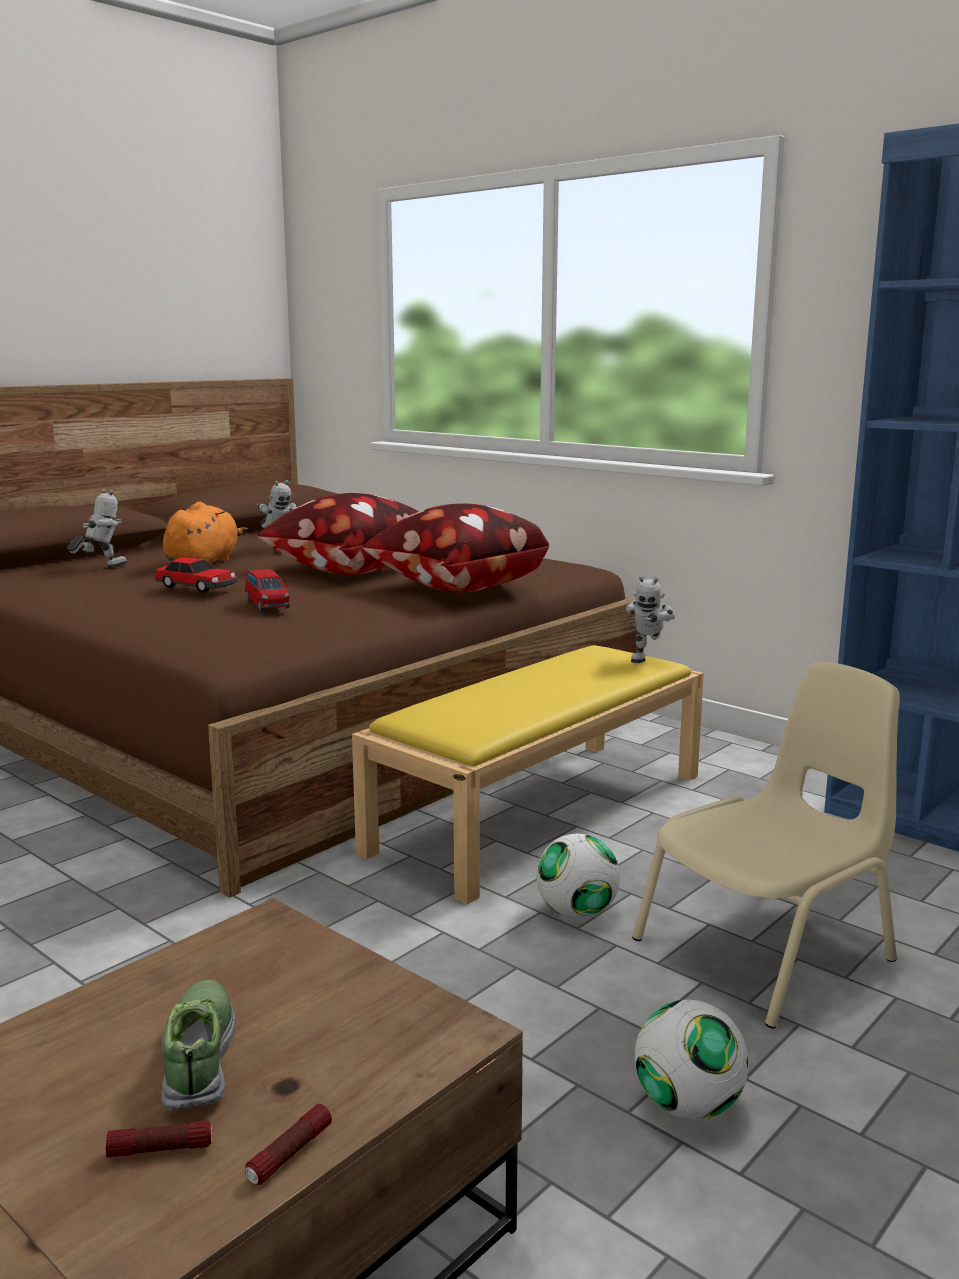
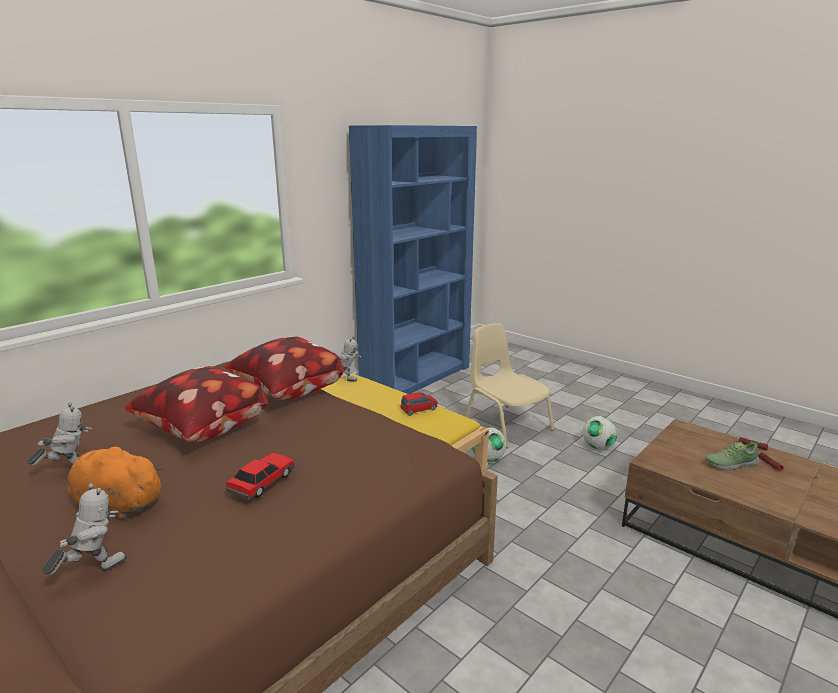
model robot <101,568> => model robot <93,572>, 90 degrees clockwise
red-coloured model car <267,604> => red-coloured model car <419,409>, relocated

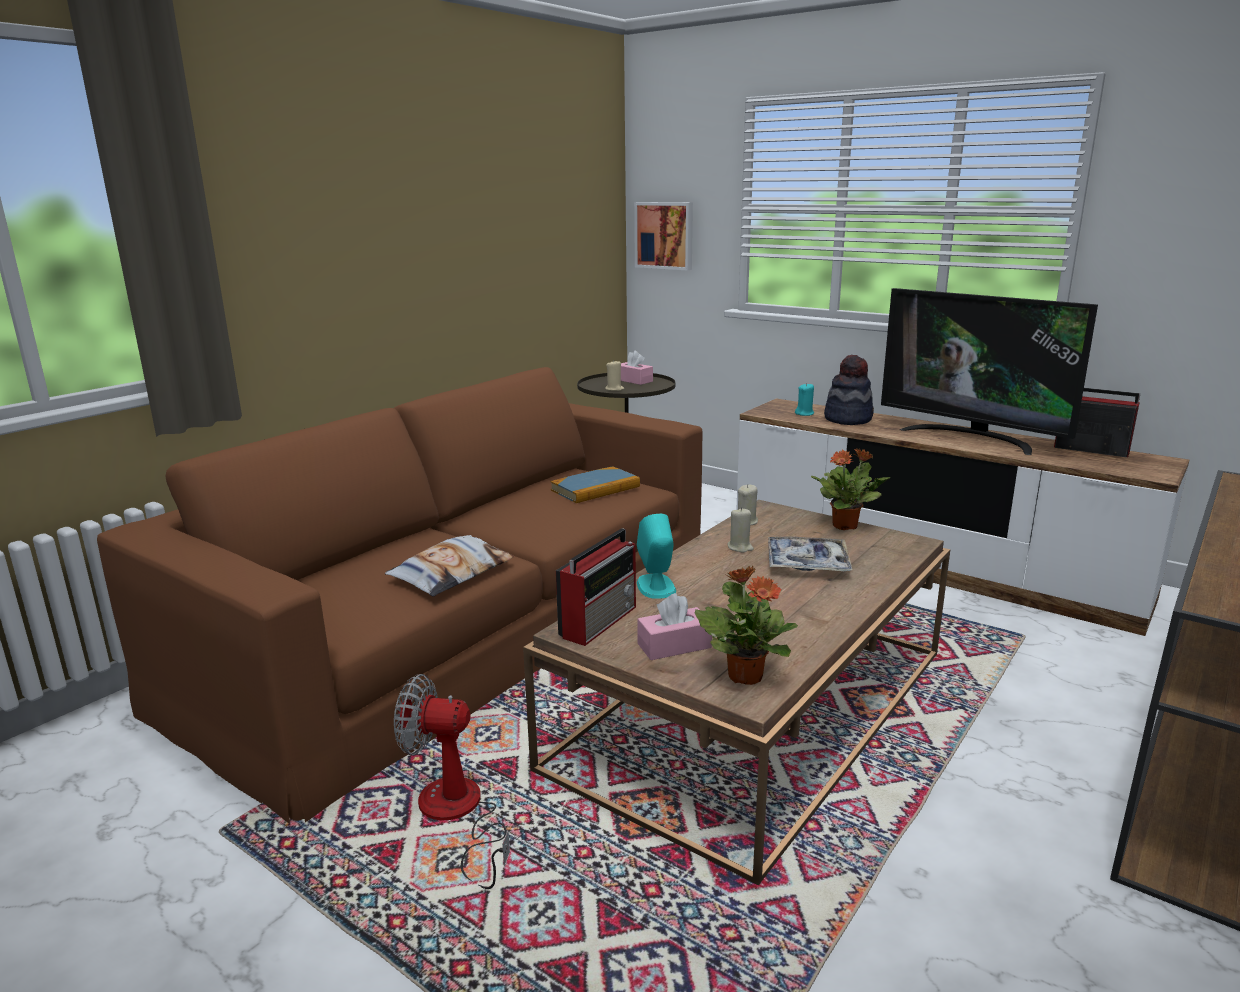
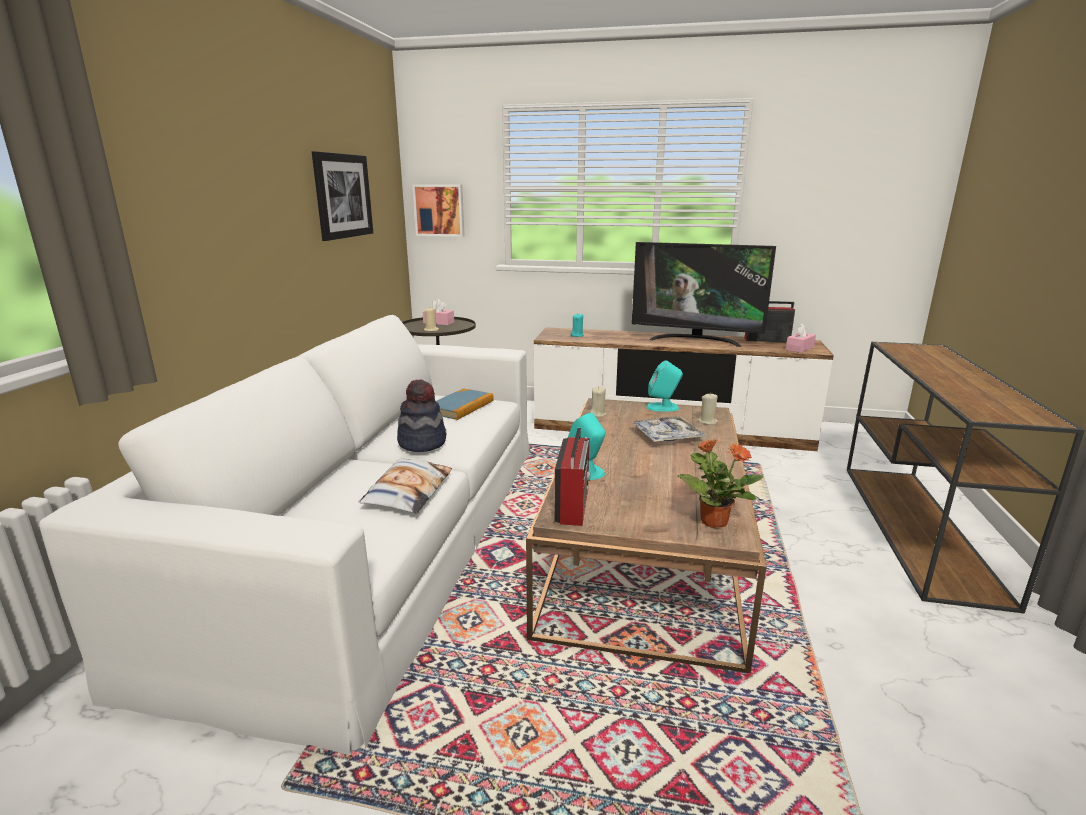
brown-coloured settee <462,626> => white-coloured settee <378,538>
electric fan <457,815> => nothing
pinkish box of tissues <674,646> => pinkish box of tissues <799,348>, relocated
beige candle <740,547> => beige candle <707,422>, relocated
plant in a pot <845,526> => blue-green loudspeaker <663,407>
wearable hat <848,419> => wearable hat <422,442>, relocated
nothing => wall picture <342,196>

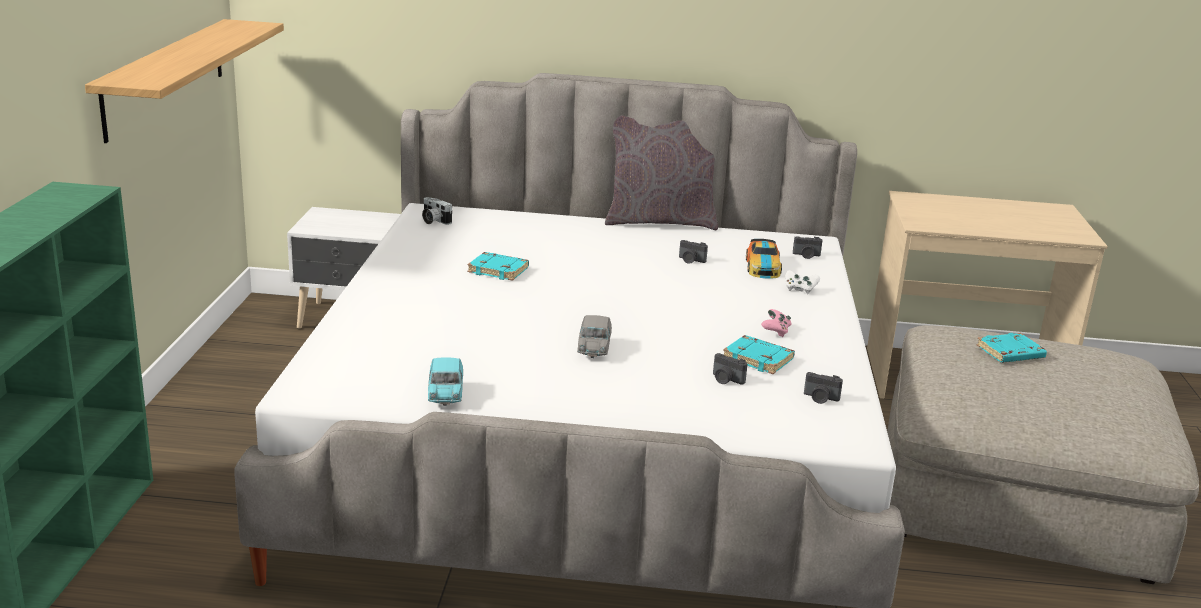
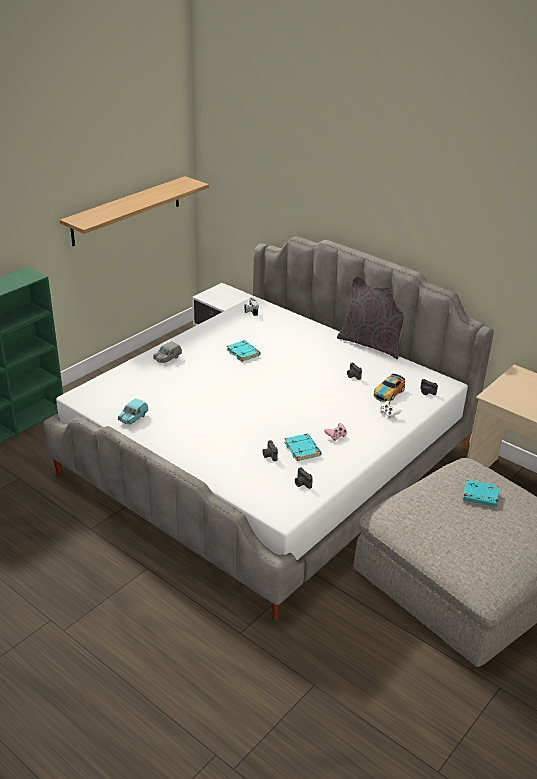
grey model car <593,349> => grey model car <167,358>, relocated

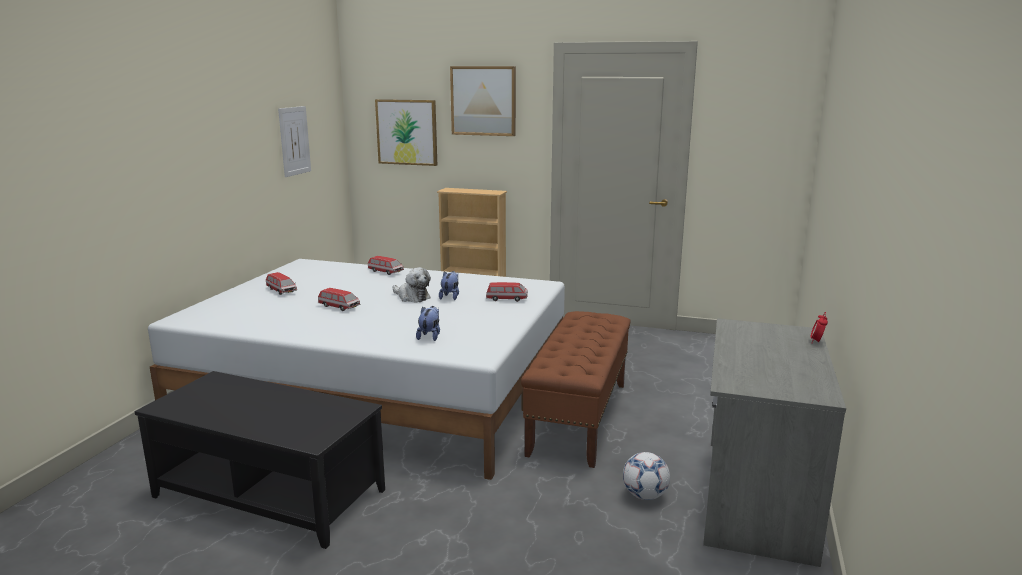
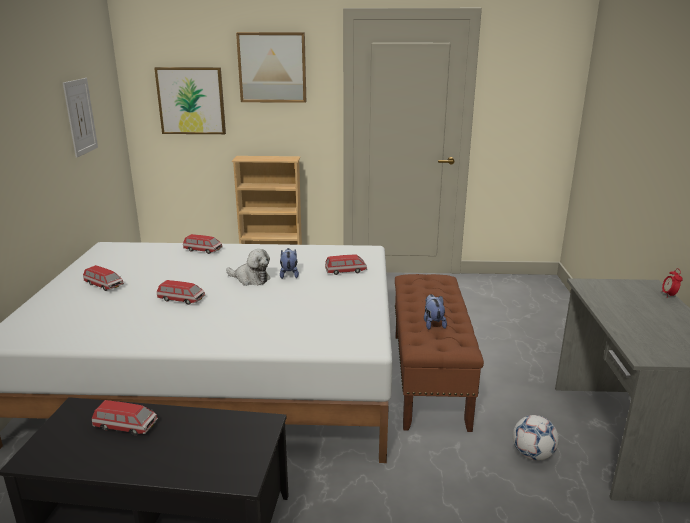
plush toy <430,336> => plush toy <433,323>, relocated
nothing => model car <126,426>

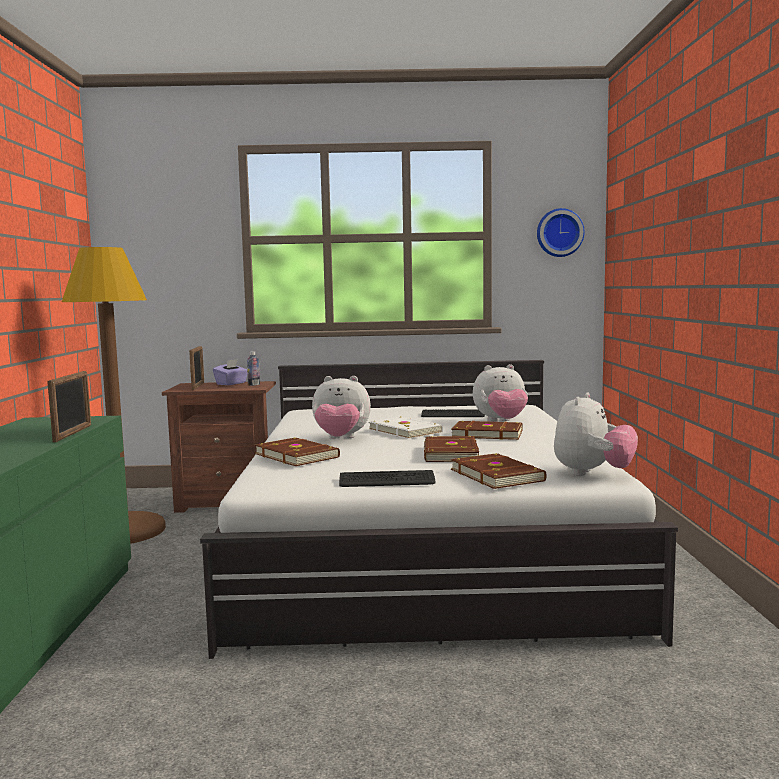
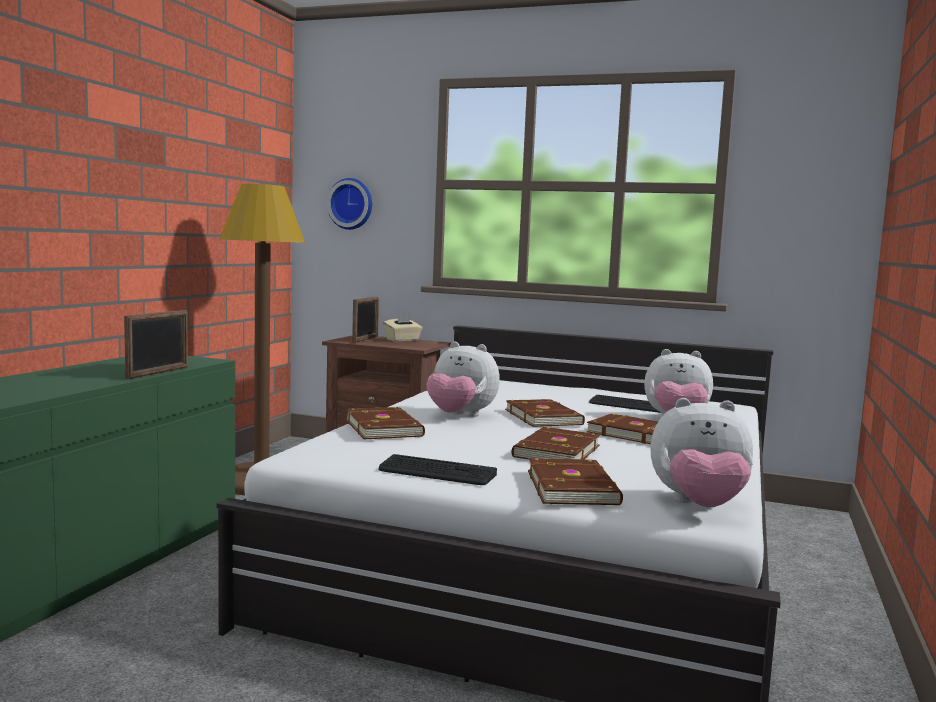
purplish box of tissues <231,383> => beige box of tissues <402,340>
bottle <254,385> => nothing
white-coloured book <405,431> => brown-coloured book <544,417>
hanging clock <559,233> => hanging clock <351,204>, relocated
plush toy <592,474> => plush toy <699,506>, 45 degrees clockwise

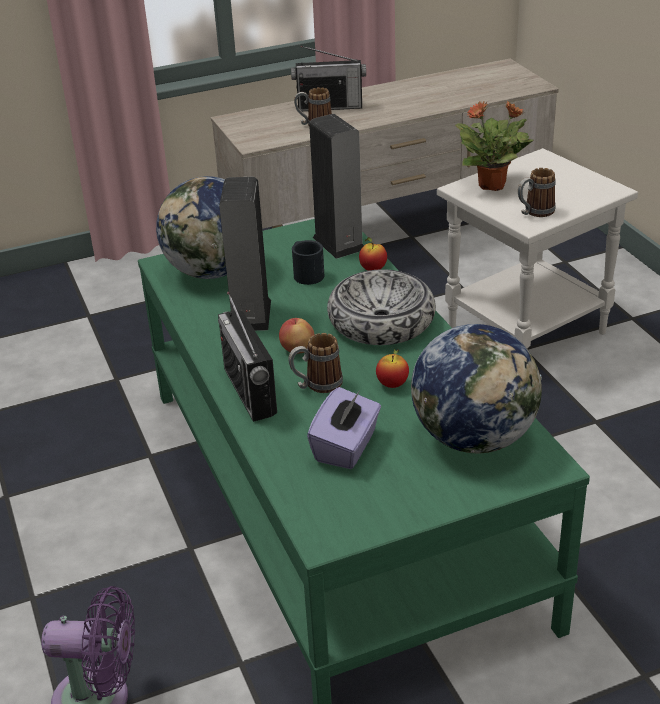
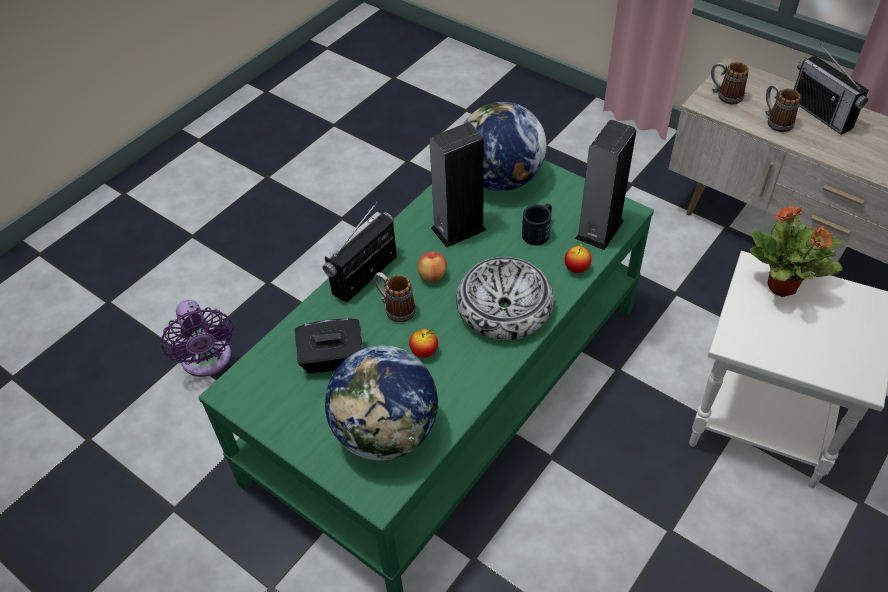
purplish box of tissues <346,447> => black-coloured box of tissues <332,359>
coffee mug <534,212> => coffee mug <724,95>, relocated

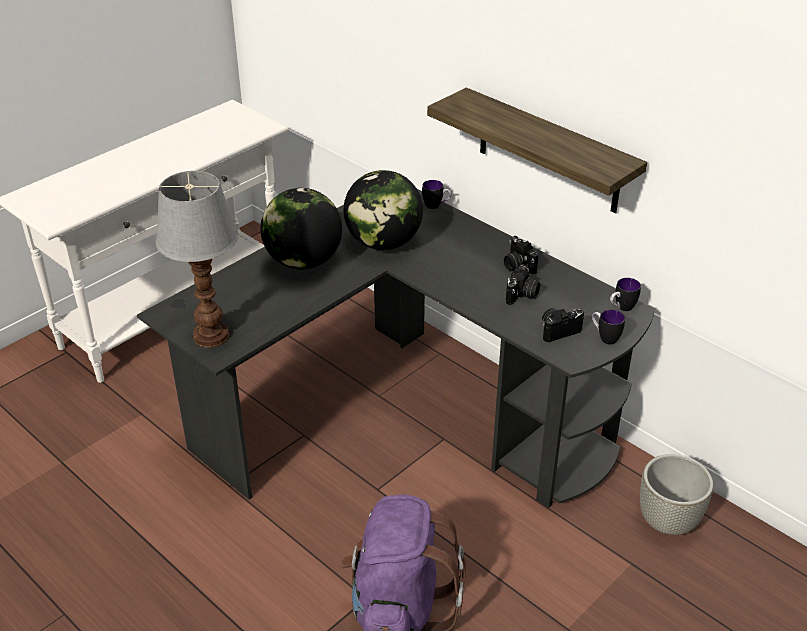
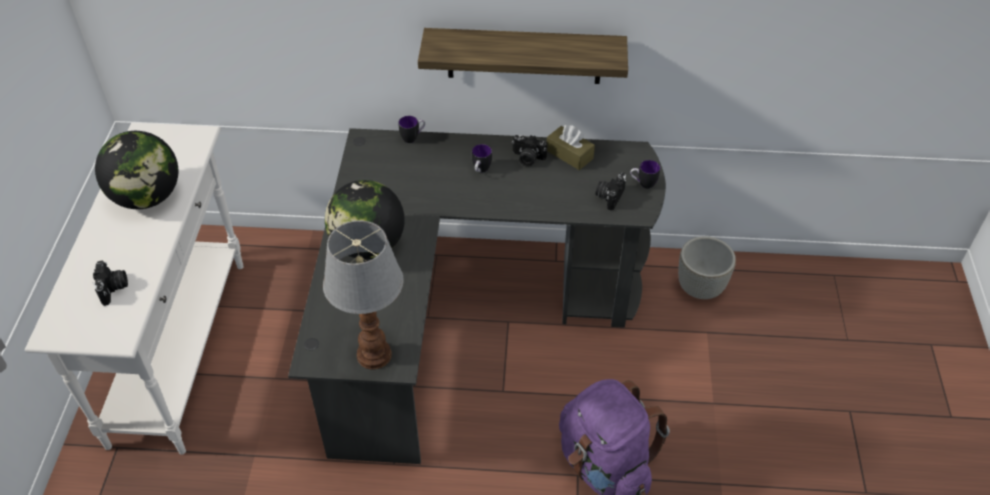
world globe <383,243> => world globe <147,197>, relocated
still camera <522,295> => still camera <113,288>, relocated
coffee mug <621,308> => coffee mug <480,171>, relocated
nothing => brown-coloured box of tissues <569,154>

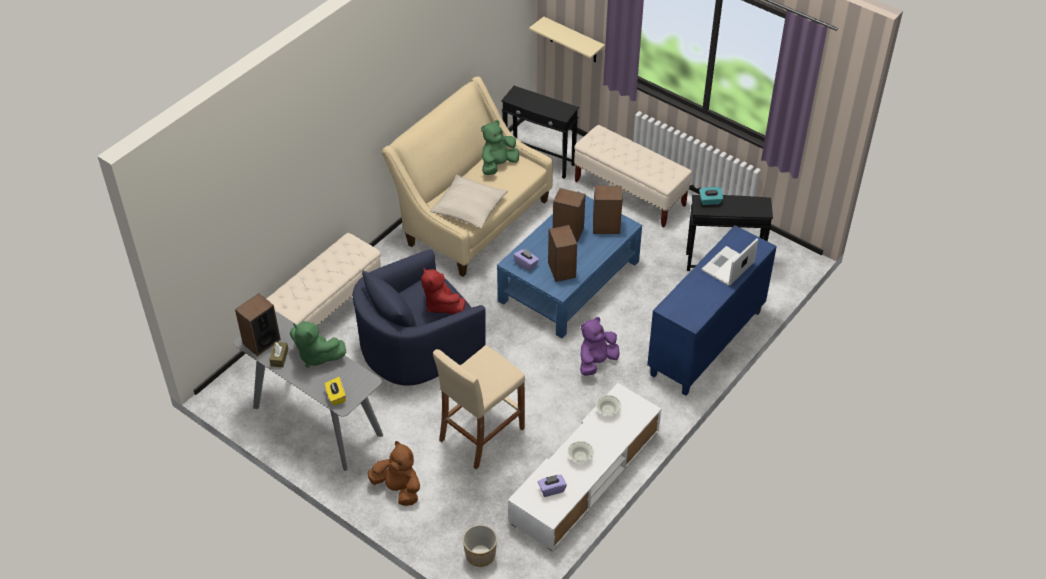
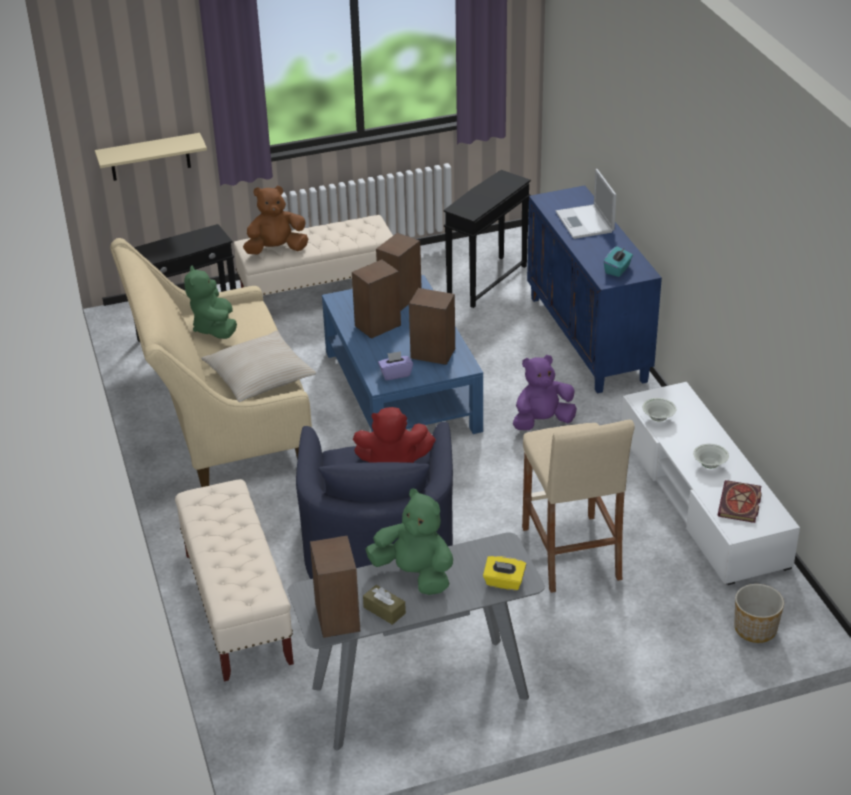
greenish plush toy <316,356> => greenish plush toy <415,574>, 120 degrees counterclockwise
brown-coloured plush toy <398,489> => brown-coloured plush toy <276,250>, relocated
purplish box of tissues <551,489> => book <740,504>
purplish plush toy <596,362> => purplish plush toy <542,421>, 75 degrees clockwise
blue-green box of tissues <710,201> => blue-green box of tissues <617,269>, relocated

